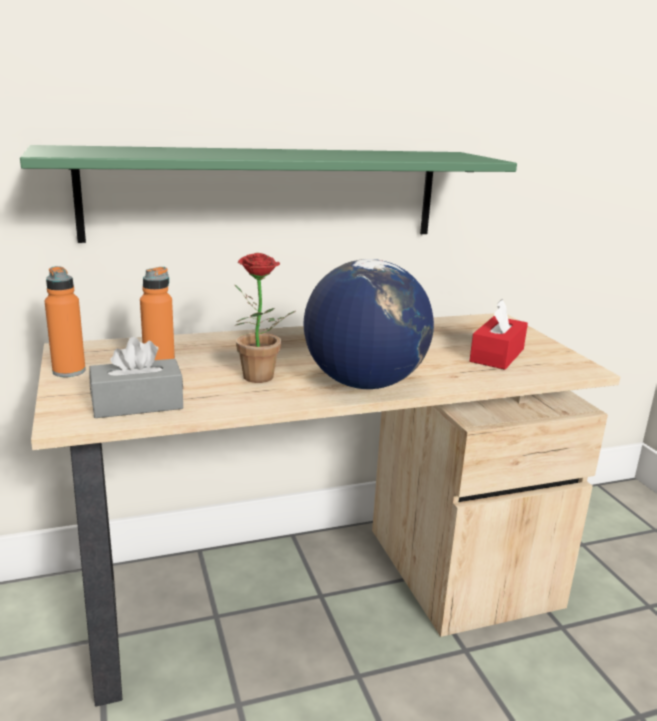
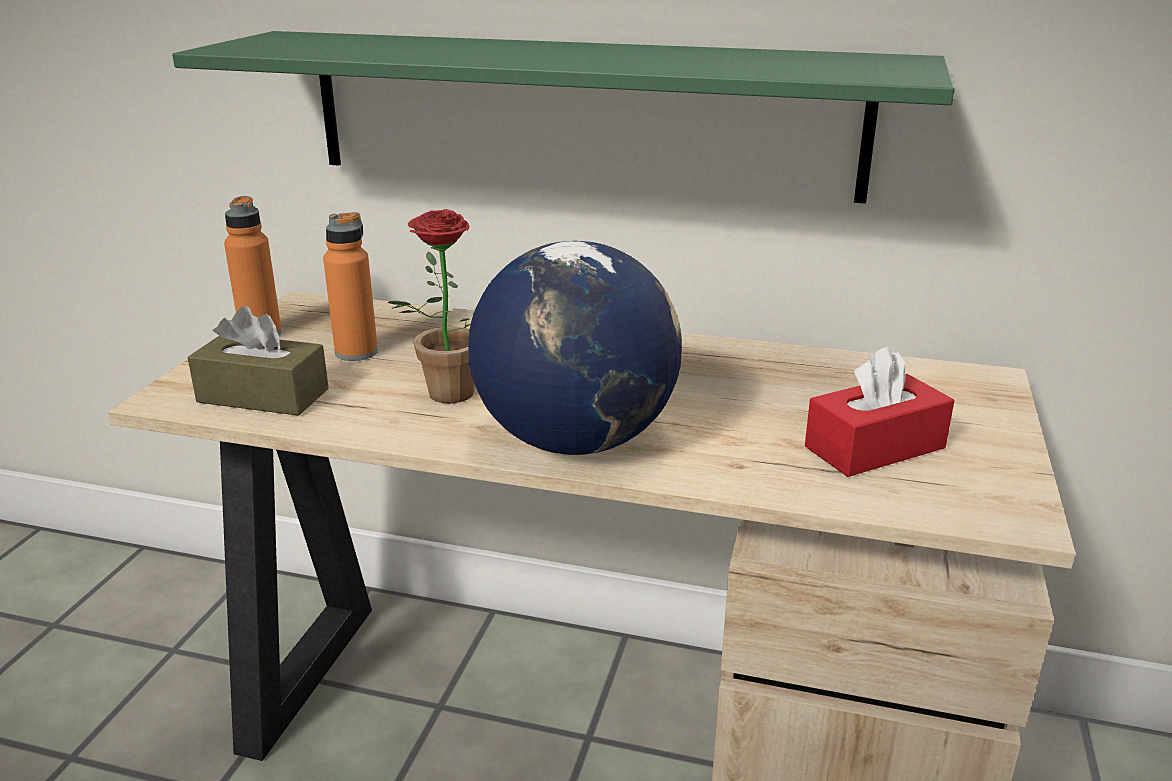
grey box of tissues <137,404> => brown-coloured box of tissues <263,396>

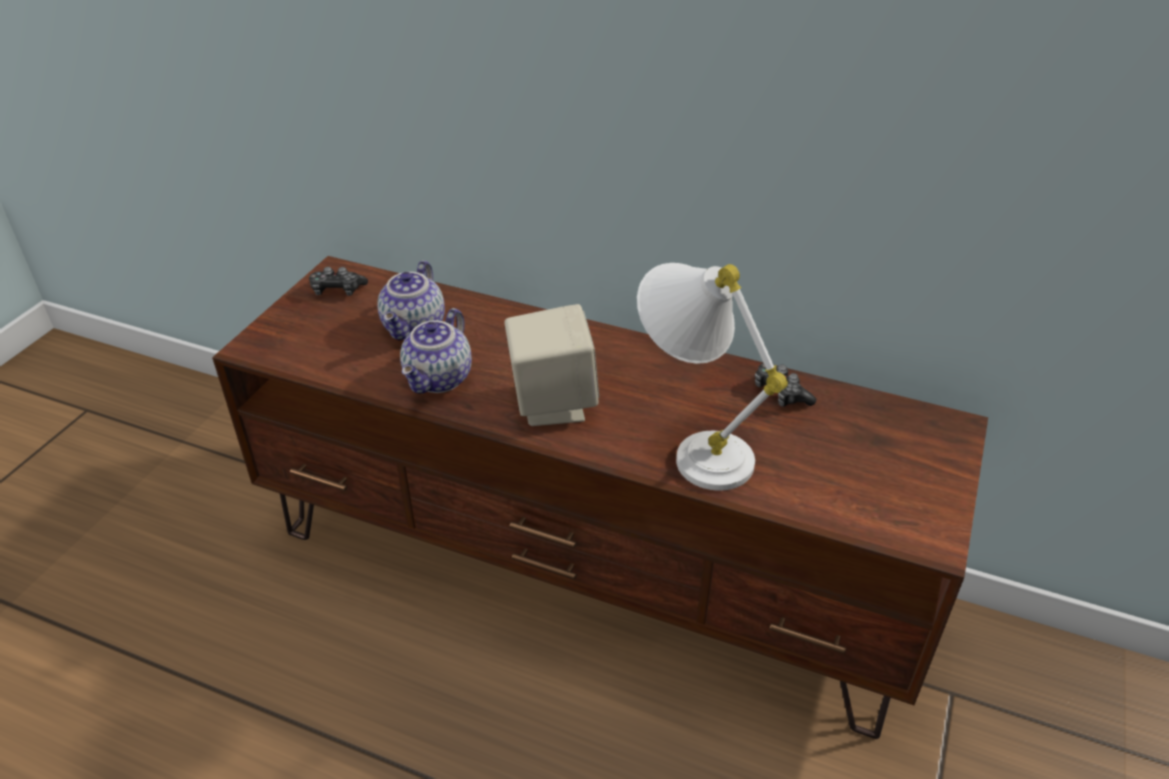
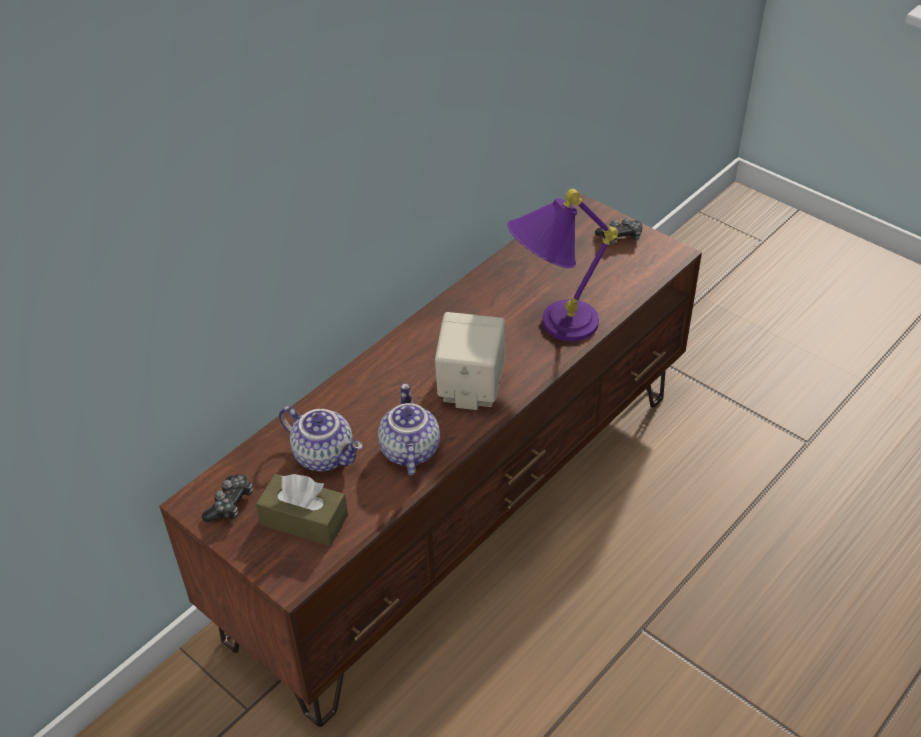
teapot <440,379> => teapot <408,450>, 135 degrees counterclockwise
white-coloured tabletop lamp <692,447> => purplish tabletop lamp <551,328>
game controller <781,393> => game controller <620,237>, relocated
nothing => brown-coloured box of tissues <304,520>

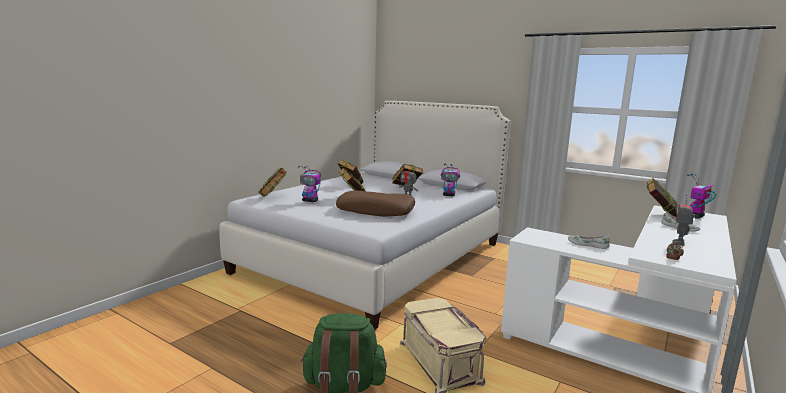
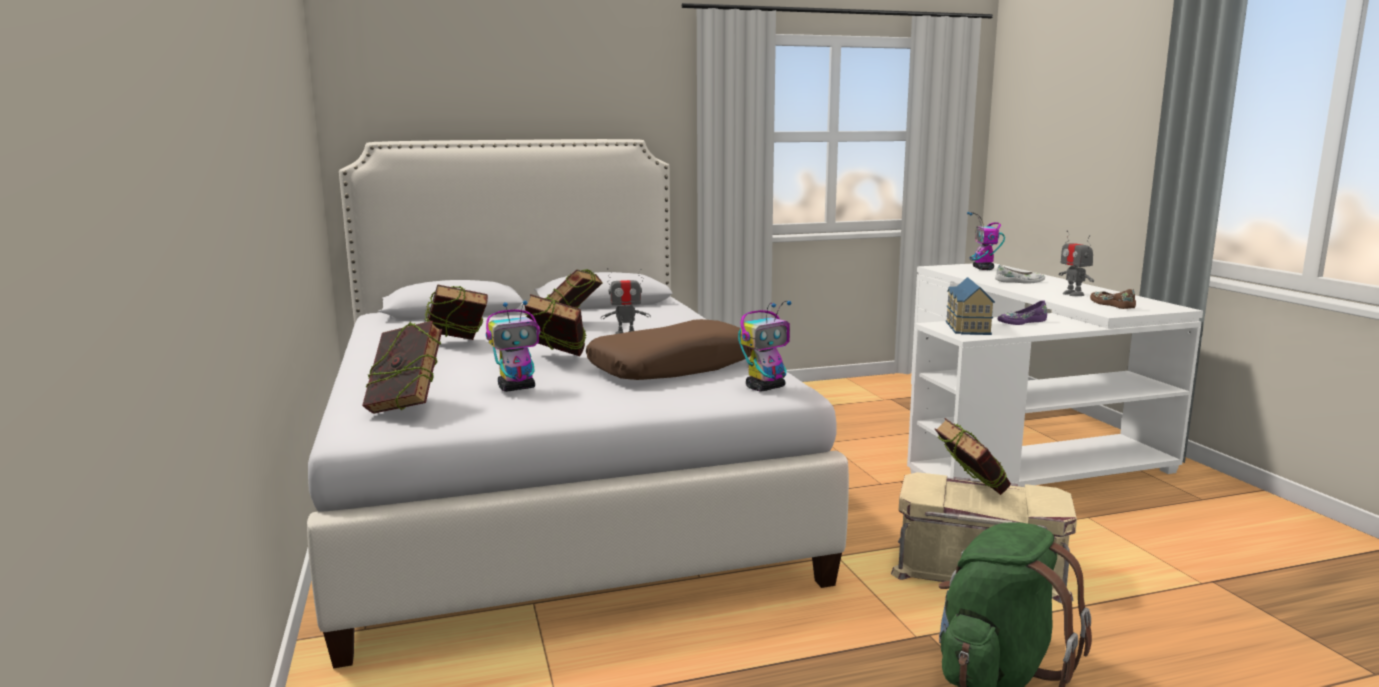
model robot <449,195> => model robot <765,387>, relocated
white-coloured shoe <588,245> => purplish shoe <1021,322>
book <659,214> => book <970,492>, relocated
nothing => miniature house <966,328>

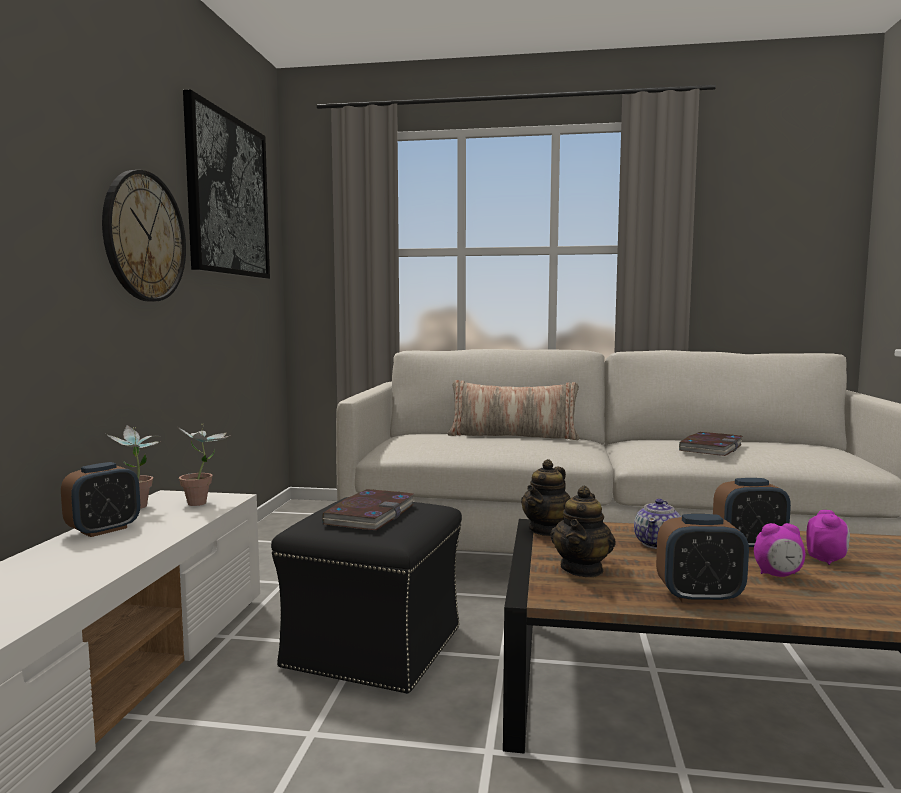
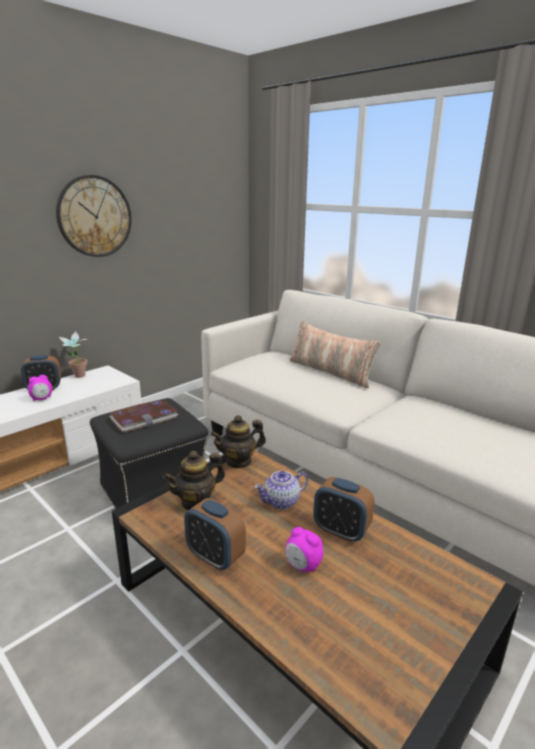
plant in a pot <204,503> => nothing
wall picture <228,196> => nothing
book <710,448> => nothing
table clock <826,560> => table clock <42,399>, relocated

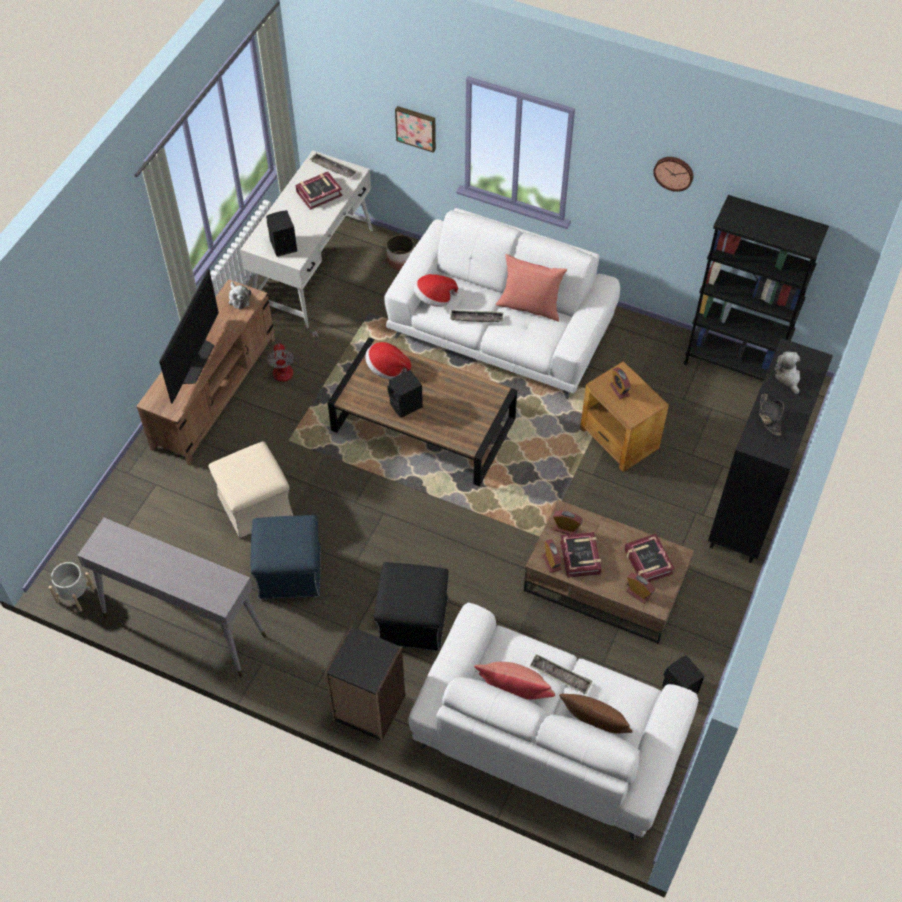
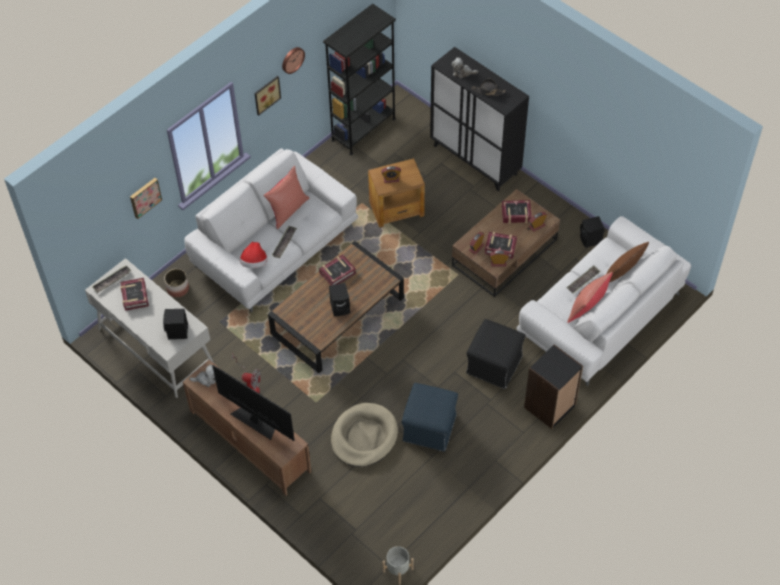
grey narrow table <183,626> => nothing
beige footrest <254,504> => beige dog cushion <364,437>
wearable hat <387,368> => nothing
nothing => wall picture <266,94>
nothing => book <337,273>

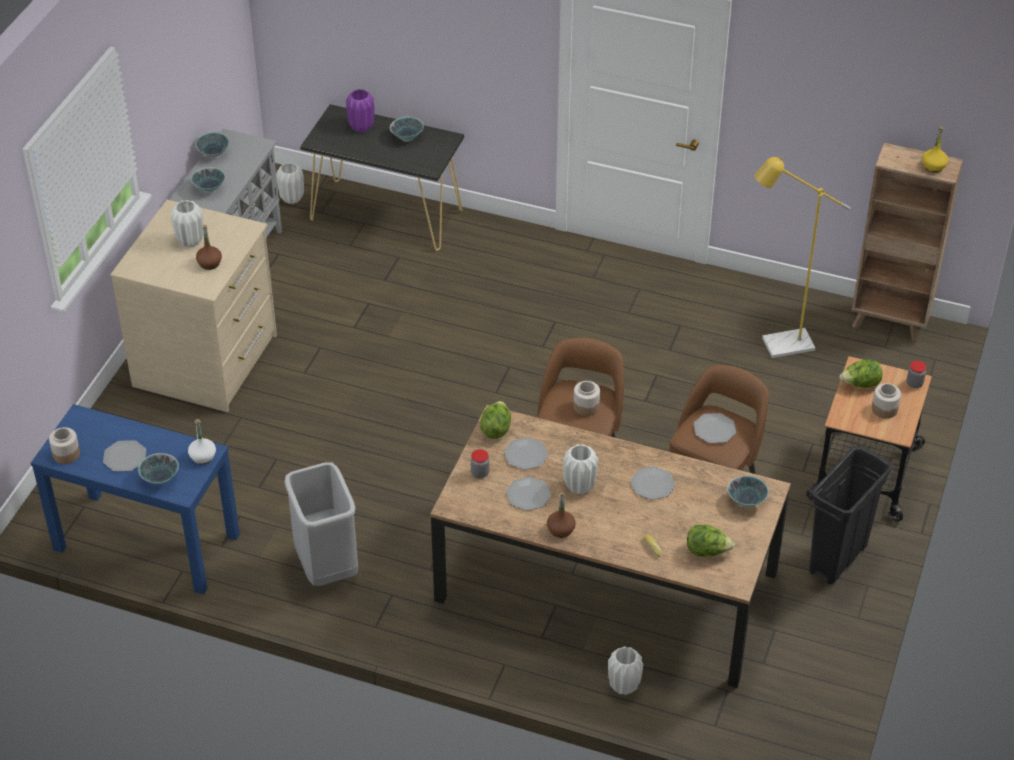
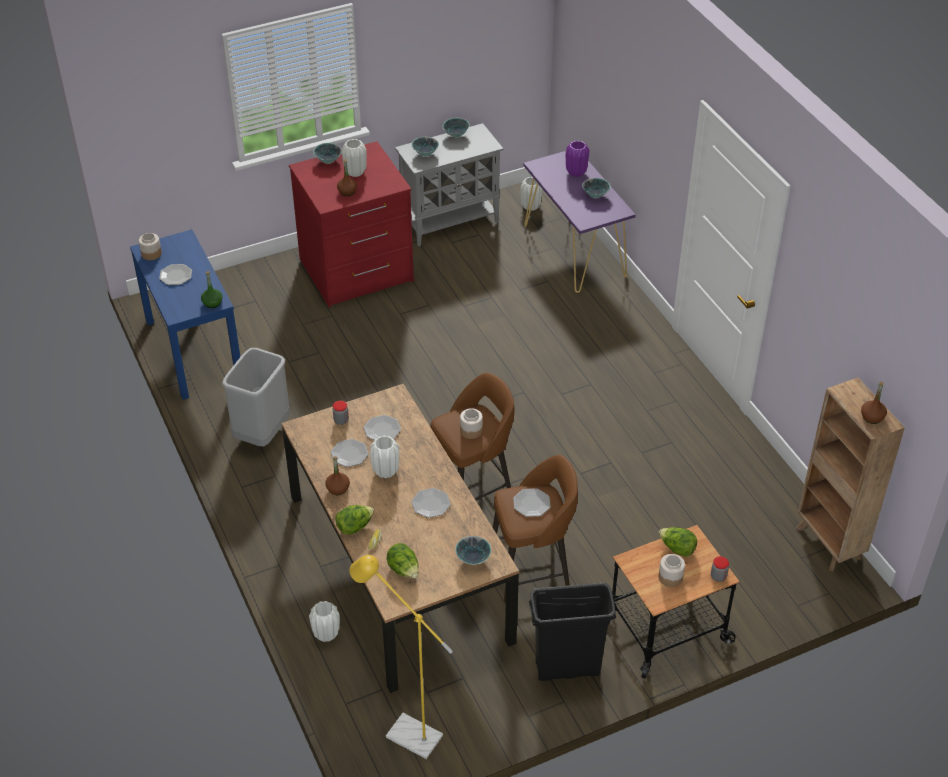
beige dresser <207,361> => red-coloured dresser <356,271>
serving bowl <160,479> => serving bowl <328,161>, relocated
white-coloured bottle <203,457> => greenish bottle <212,303>
black-coloured narrow table <387,215> => purplish narrow table <574,251>
head of lettuce <496,429> => head of lettuce <354,527>, relocated
yellowish standard lamp <779,346> => yellowish standard lamp <405,732>, relocated
yellowish bottle <933,166> => brown-coloured bottle <872,417>

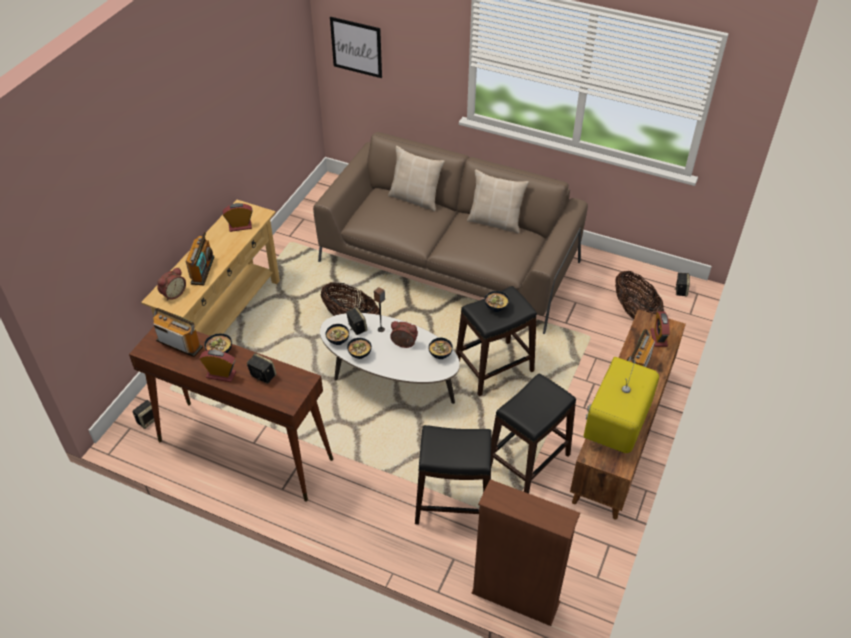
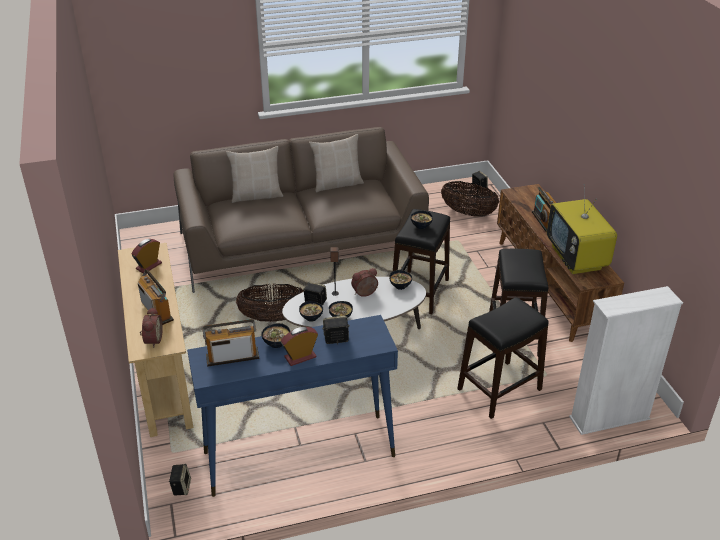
brown-coloured narrow table <244,449> => blue-coloured narrow table <298,454>
wall picture <356,47> => nothing
brown-coloured bookshelf <515,598> => white-coloured bookshelf <609,418>
table clock <658,338> => nothing

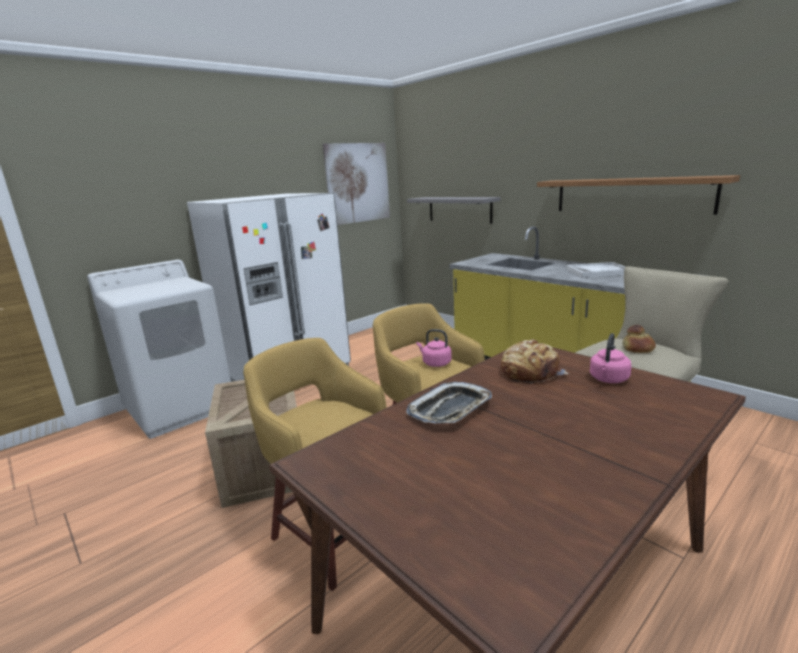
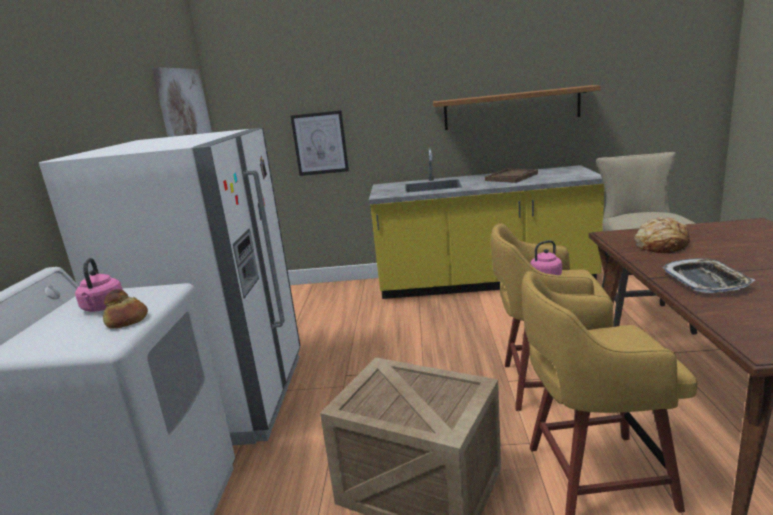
grey wall shelf <459,209> => wall picture <320,143>
white-coloured serving tray <598,271> => brown-coloured serving tray <511,177>
pinkish kettle <608,379> => pinkish kettle <103,308>, relocated
bread <638,348> => bread <127,320>, relocated

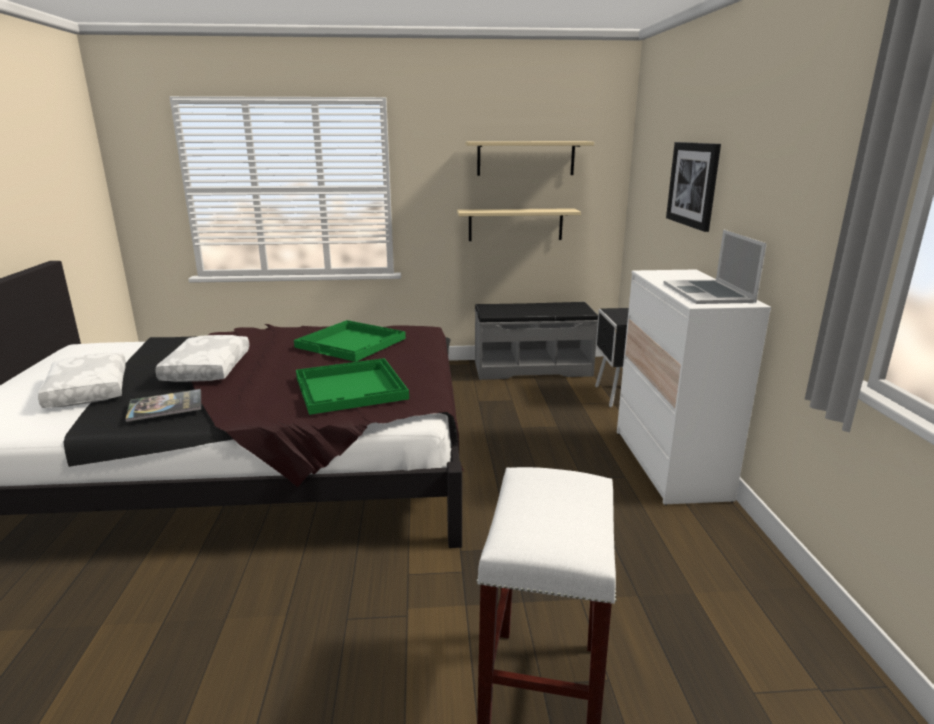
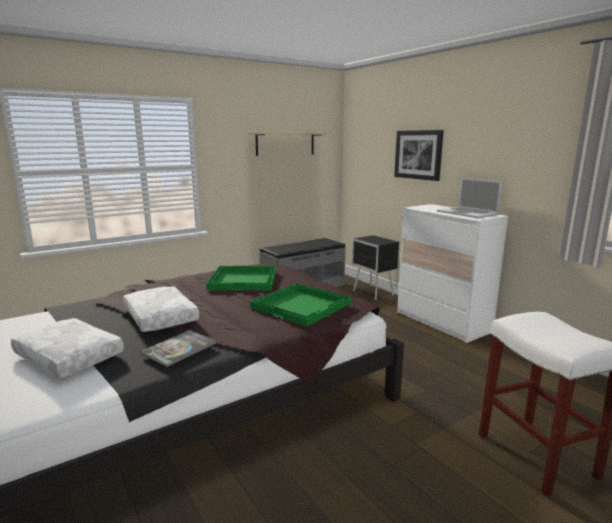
beige wall shelf <515,224> => nothing

